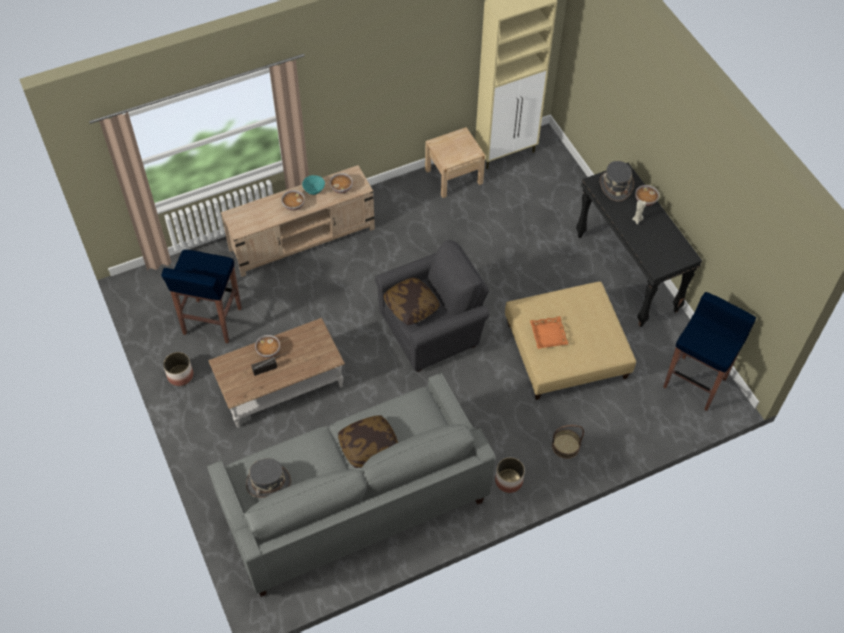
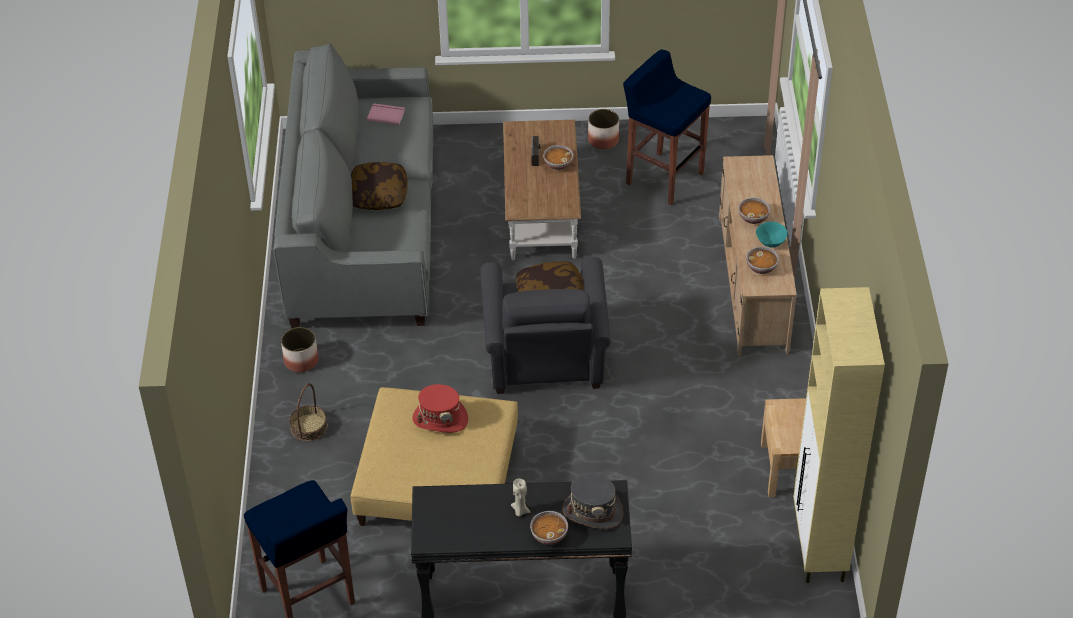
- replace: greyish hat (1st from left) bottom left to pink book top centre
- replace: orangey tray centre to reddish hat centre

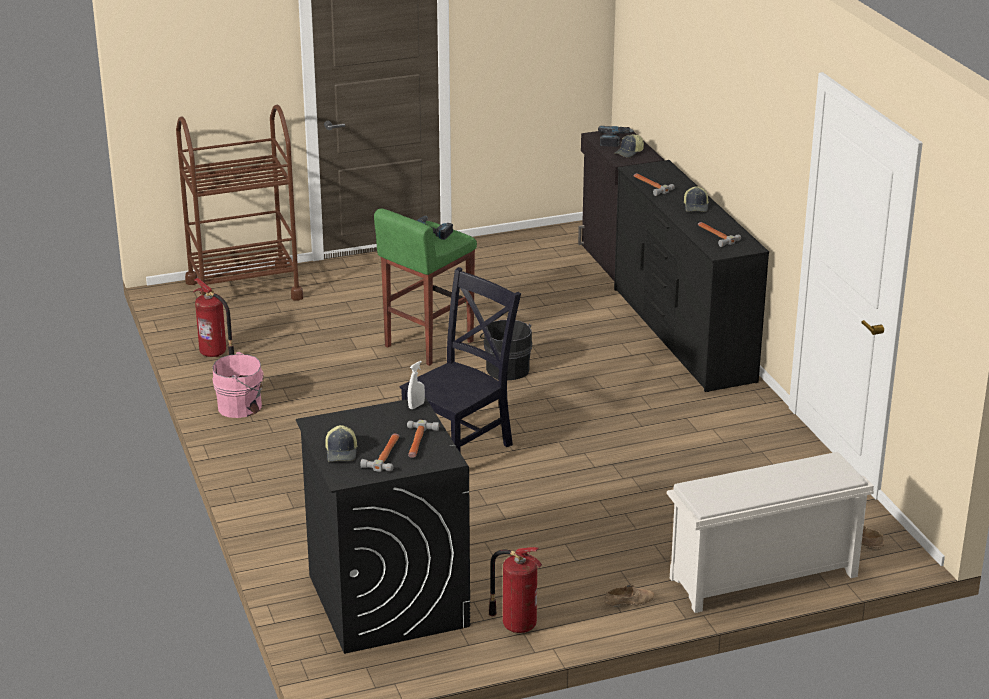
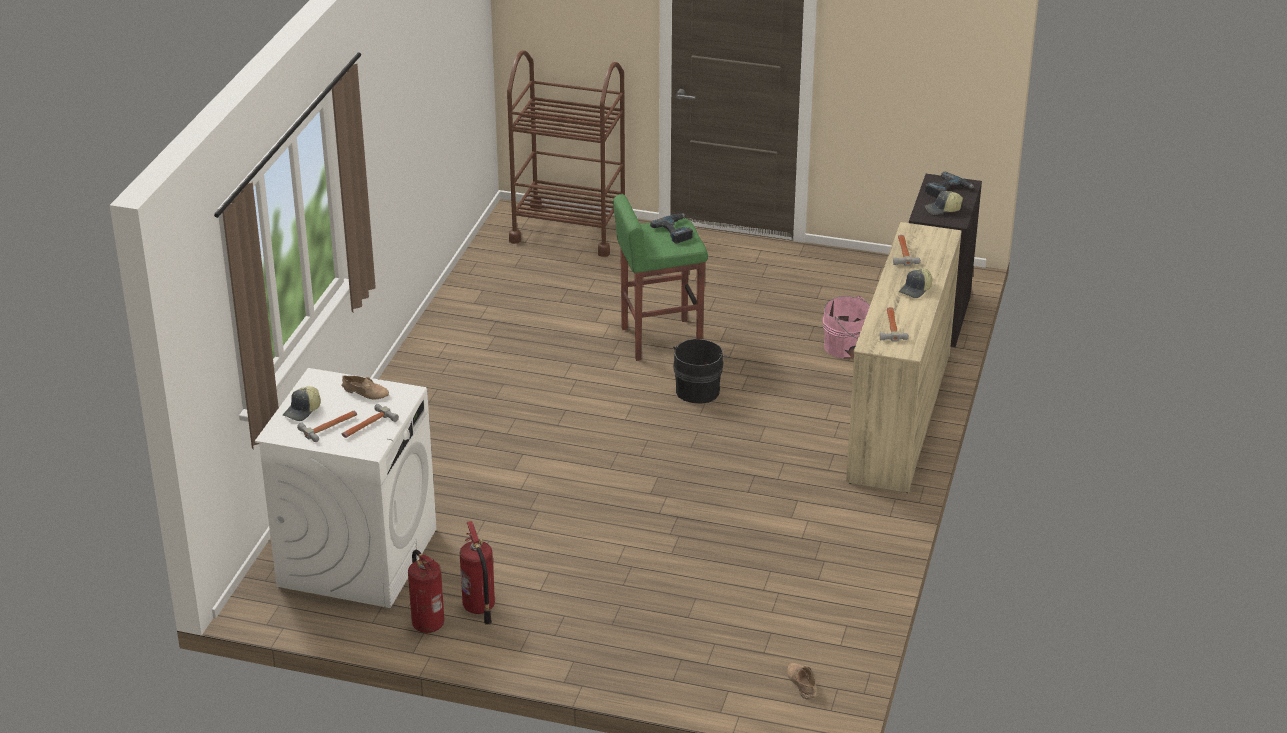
- recolor: blackish laundry machine bottom centre to white-coloured laundry machine middle left
- move: beige item of footwear (1st from left) bottom centre to middle left
- move: fire extinguisher (1st from left in the first image) middle left to fire extinguisher (2nd from left) bottom centre
- move: pink water bucket middle left to centre
- recolor: blackish chest of drawers middle right to beige chest of drawers middle right
- delete: blackish chair centre
- delete: white-coloured sprayer centre
- delete: white-coloured shoe stand bottom right

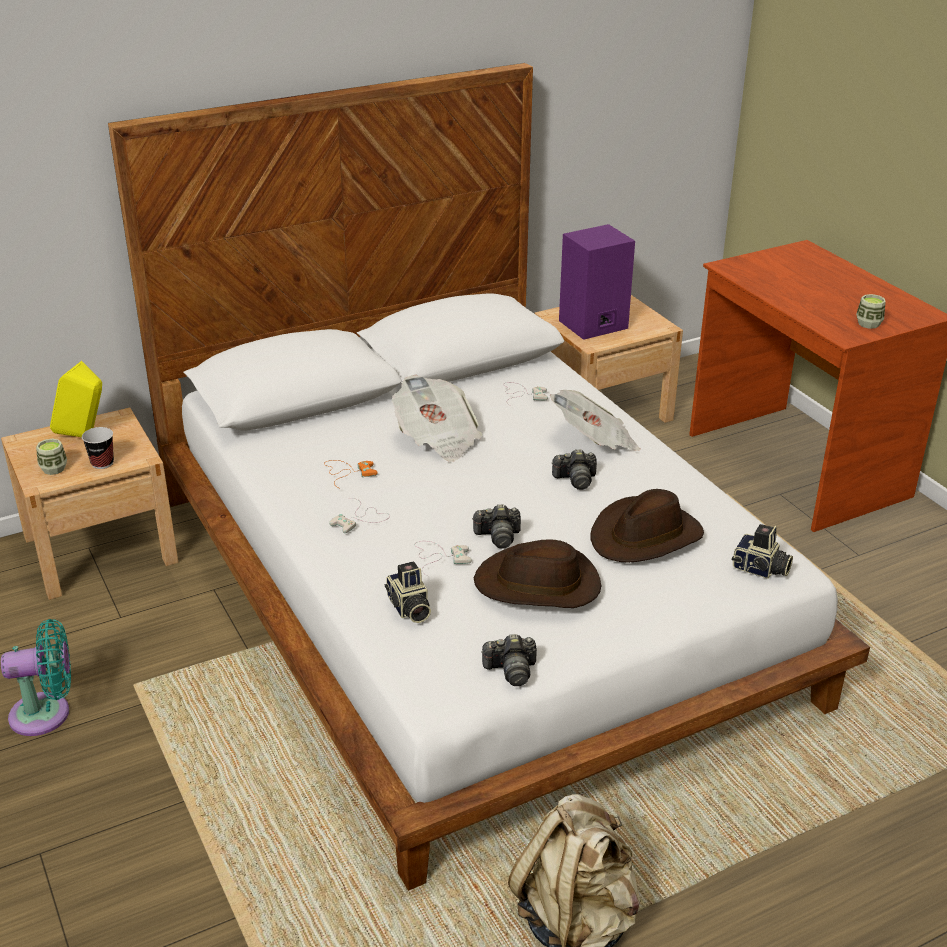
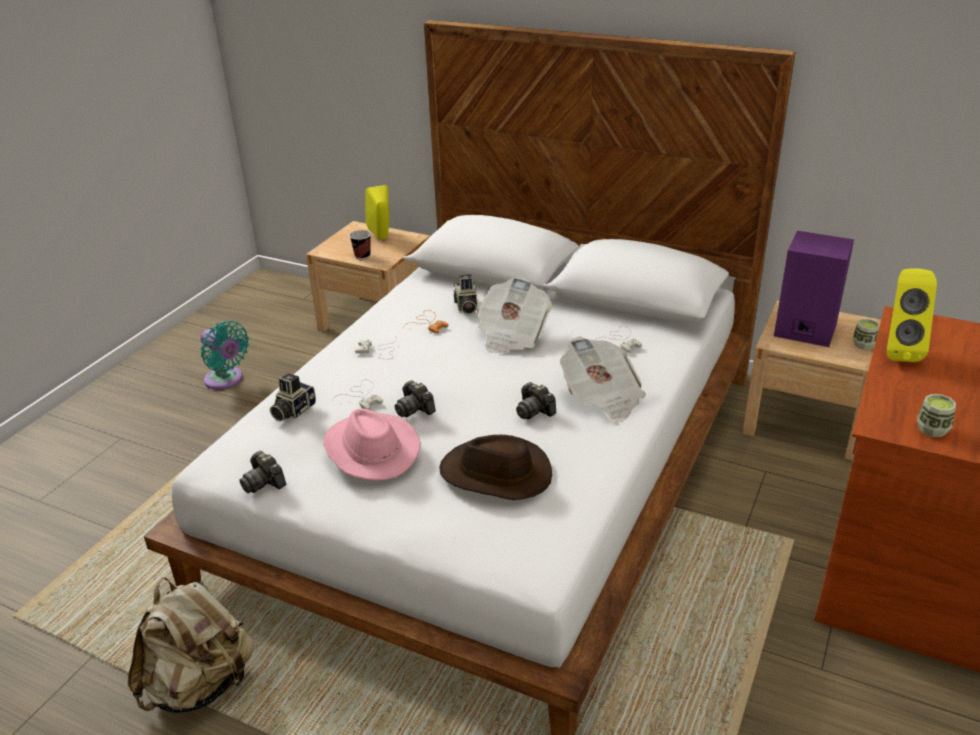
- recolor: brown-coloured hat (1st from left) centre to pink hat centre
- move: photo camera (5th from left in the first image) middle right to photo camera (4th from left) centre
- move: cup (1st from left in the first image) middle left to cup (2nd from left) middle right
- insert: yellowish loudspeaker (2nd from left) middle right

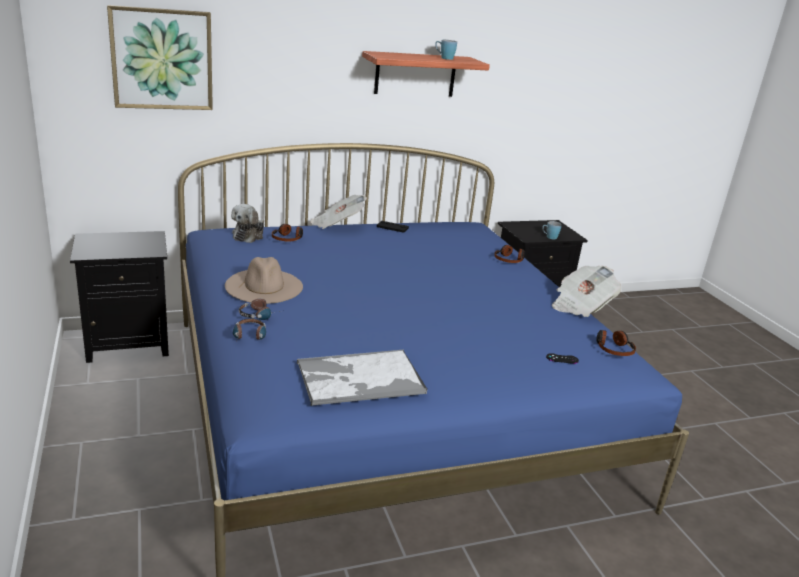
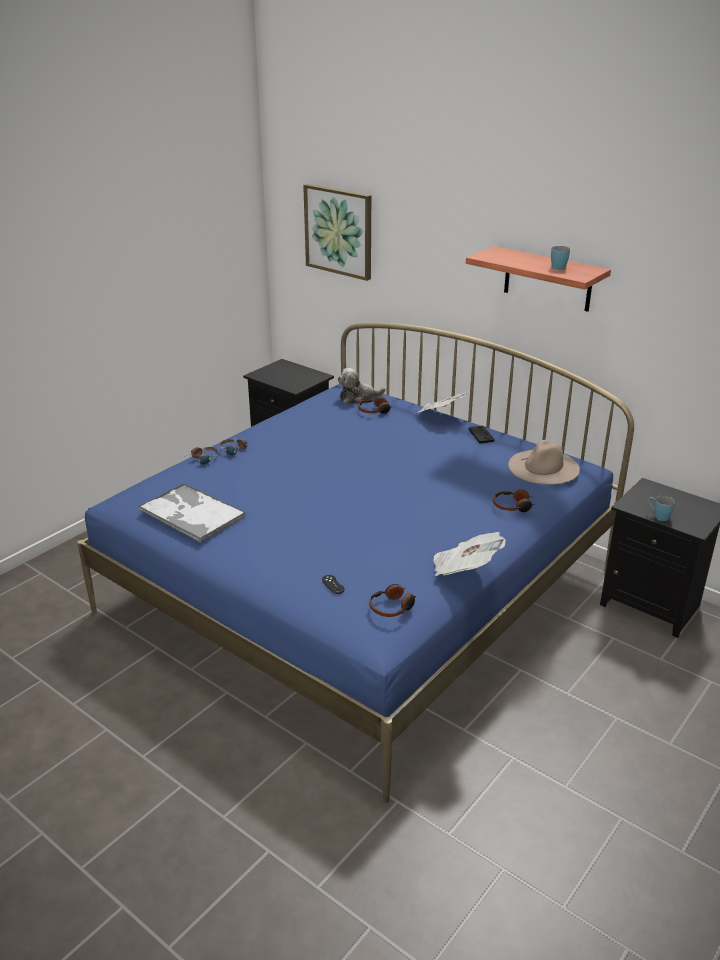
- move: beige hat middle left to middle right

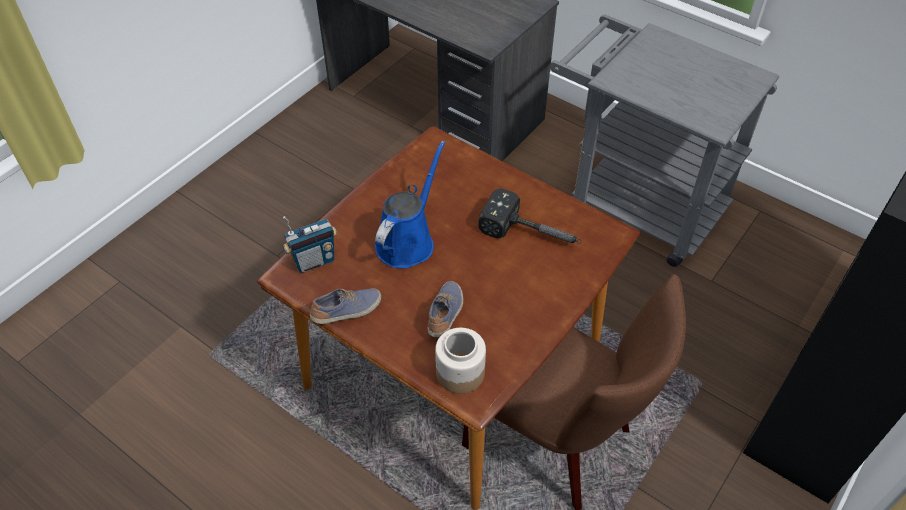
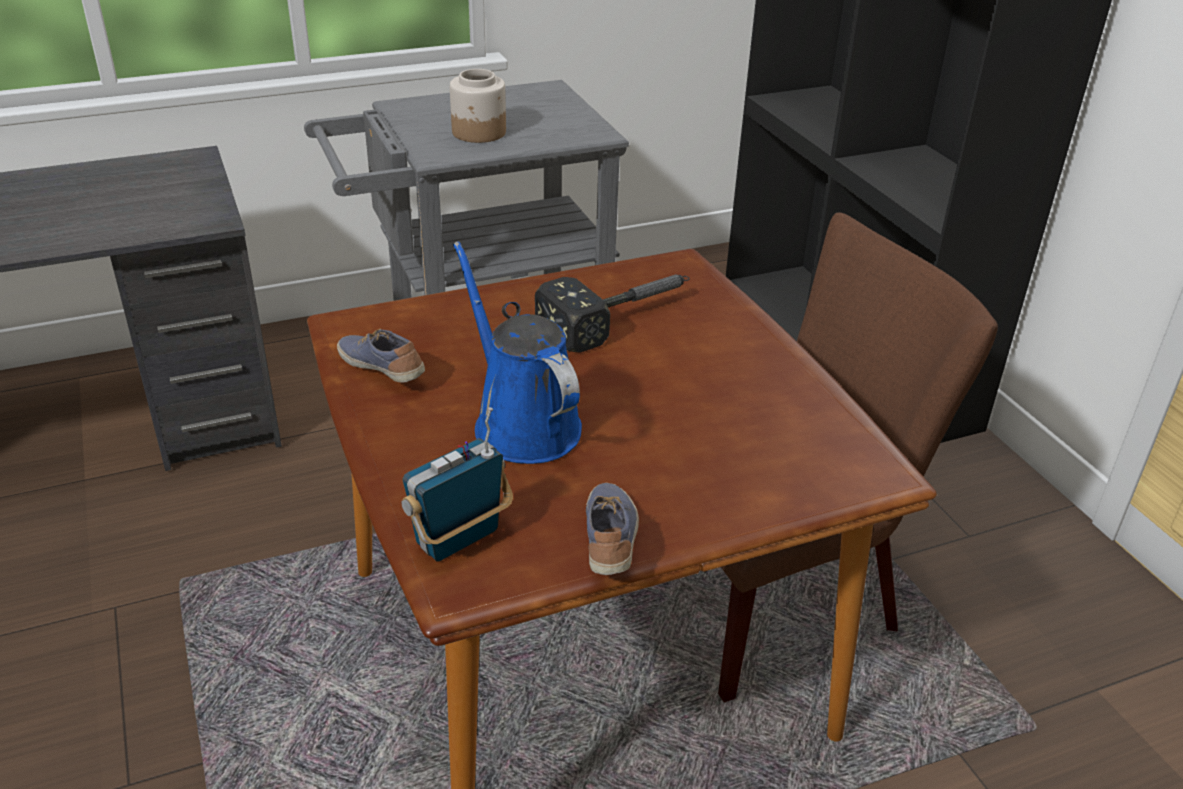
- move: item of footwear (2nd from left in the first image) centre to item of footwear (1st from left) middle left
- rotate: radio centre = centre 135 degrees counterclockwise
- move: jar bottom centre to top centre

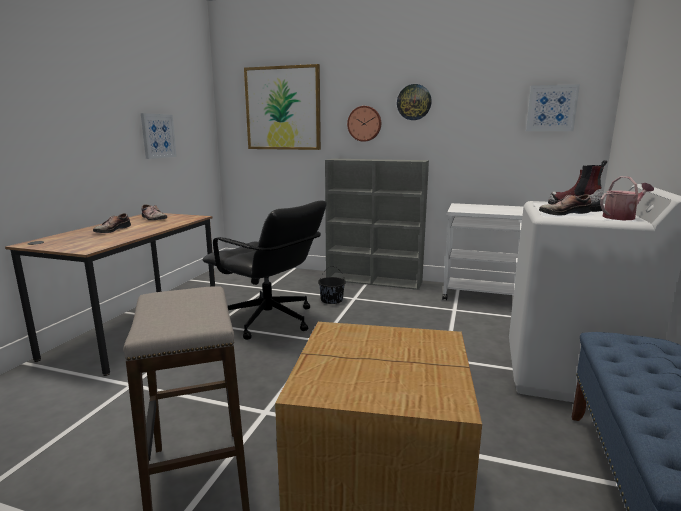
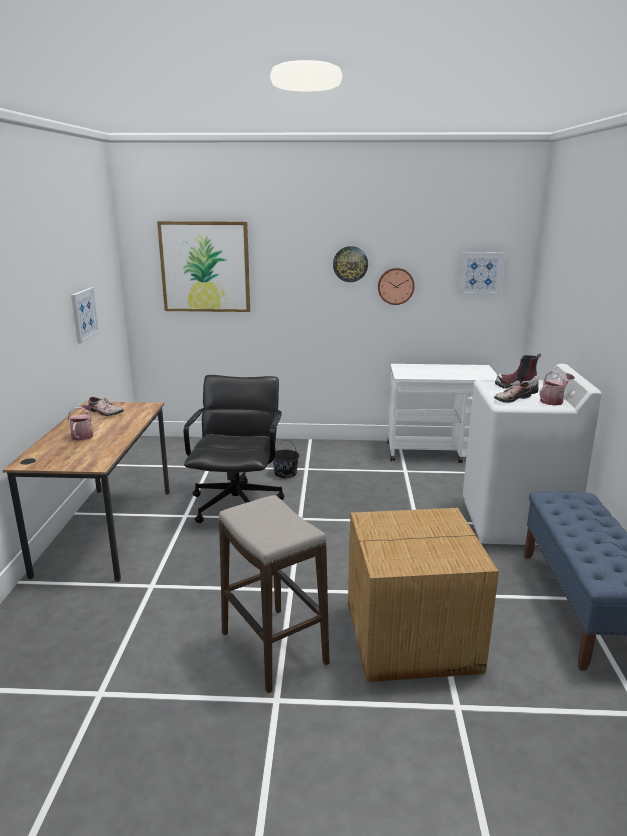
- replace: item of footwear (1st from left) middle left to sprinkling can (1st from left) middle left
- rotate: blackish office chair centre = centre 105 degrees counterclockwise
- move: wall clock (1st from left in the first image) top centre to wall clock (2nd from left) centre
- delete: greyish bookshelf centre

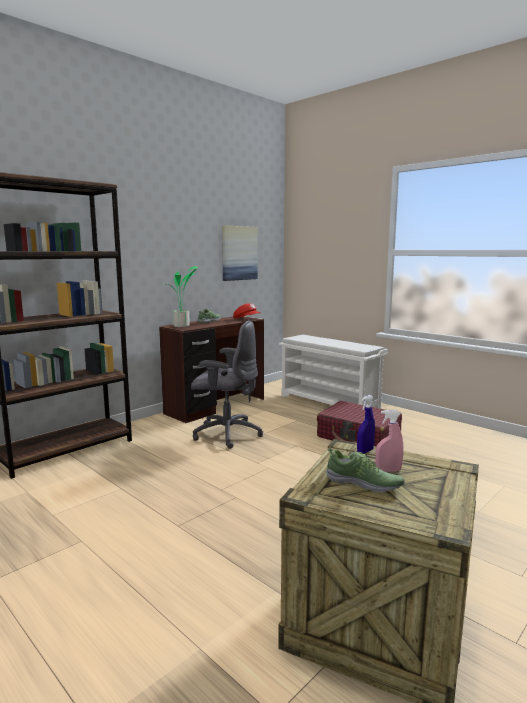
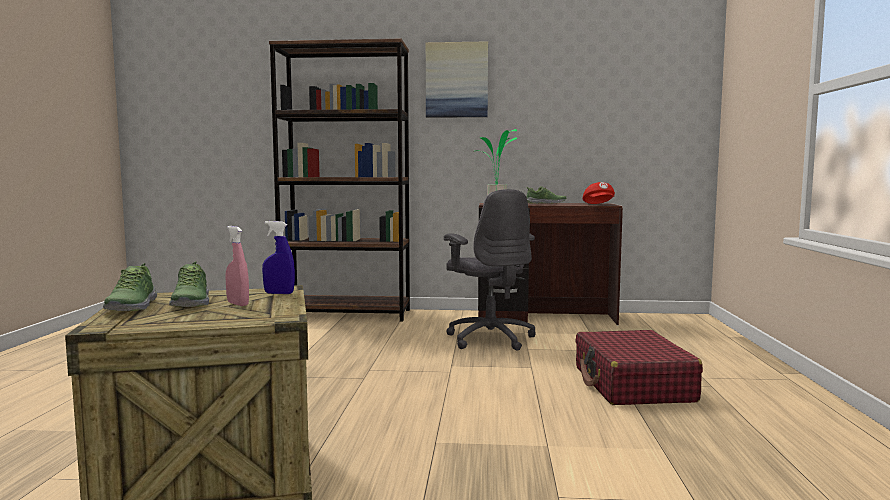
- insert: item of footwear (1st from left) middle left
- move: wall picture centre to top centre
- delete: white-coloured shoe stand centre

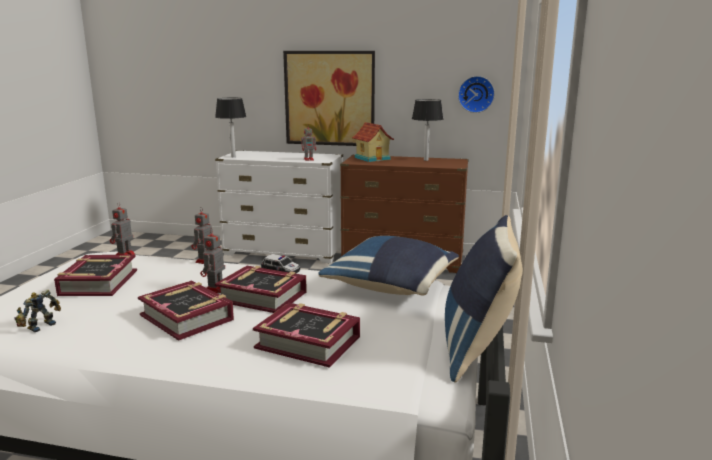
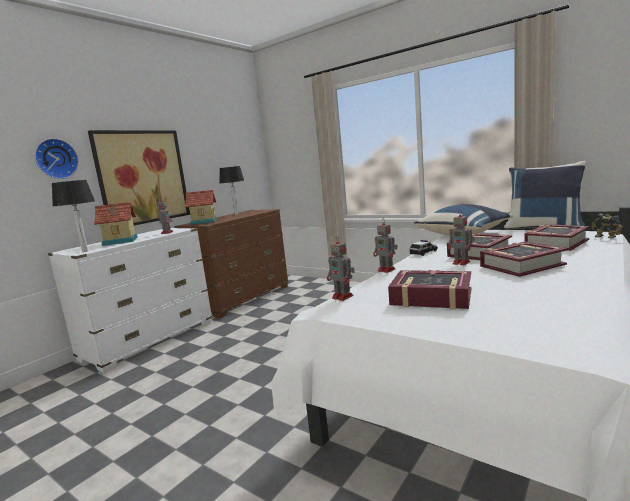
- move: wall clock top right to top left
- insert: model house (1st from left) middle left
- move: model robot (1st from left in the first image) bottom left to model robot (5th from left) middle right

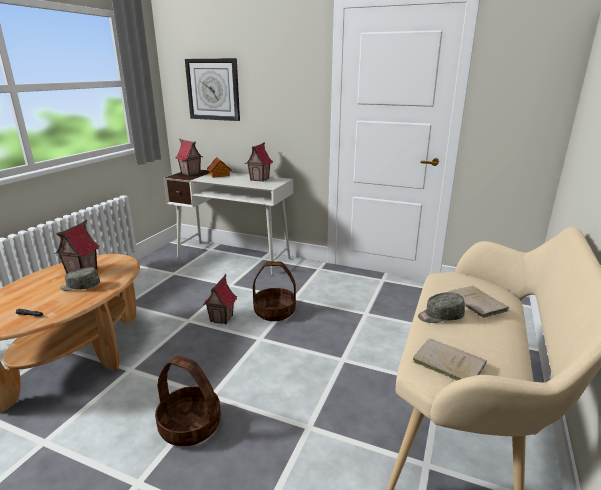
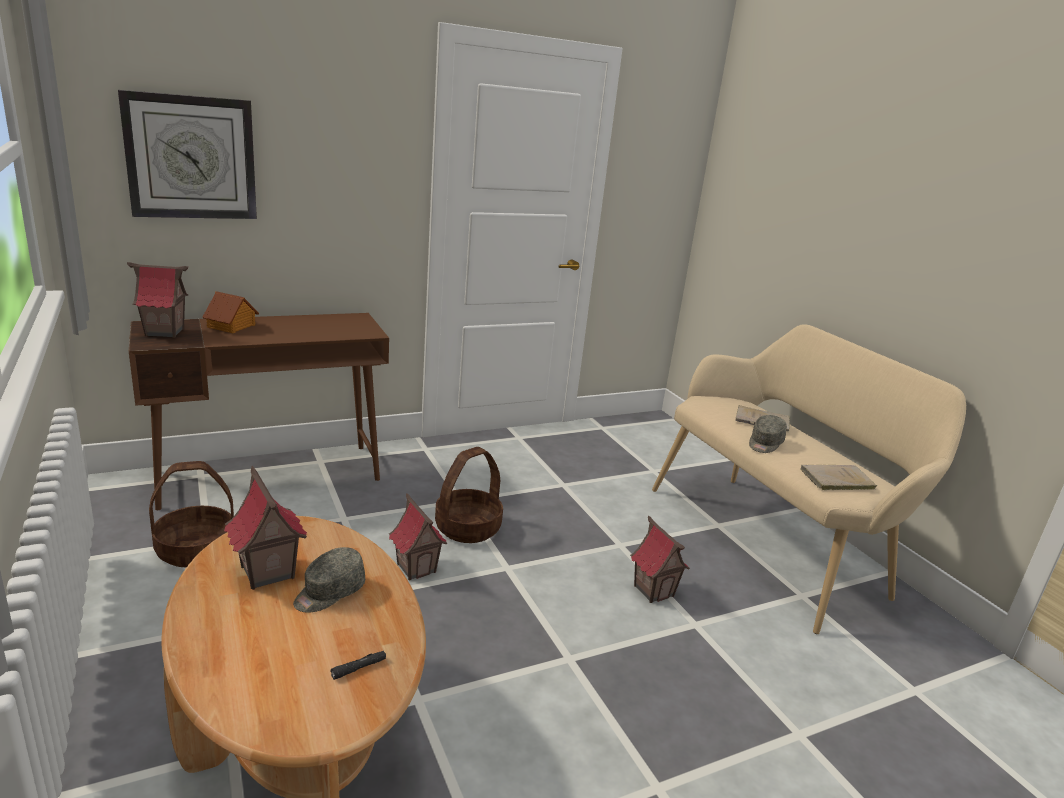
- recolor: white-coloured desk unit centre to brown-coloured desk unit middle left
- move: basket (1st from left) bottom left to middle left
- move: model house (5th from left) top centre to bottom centre

